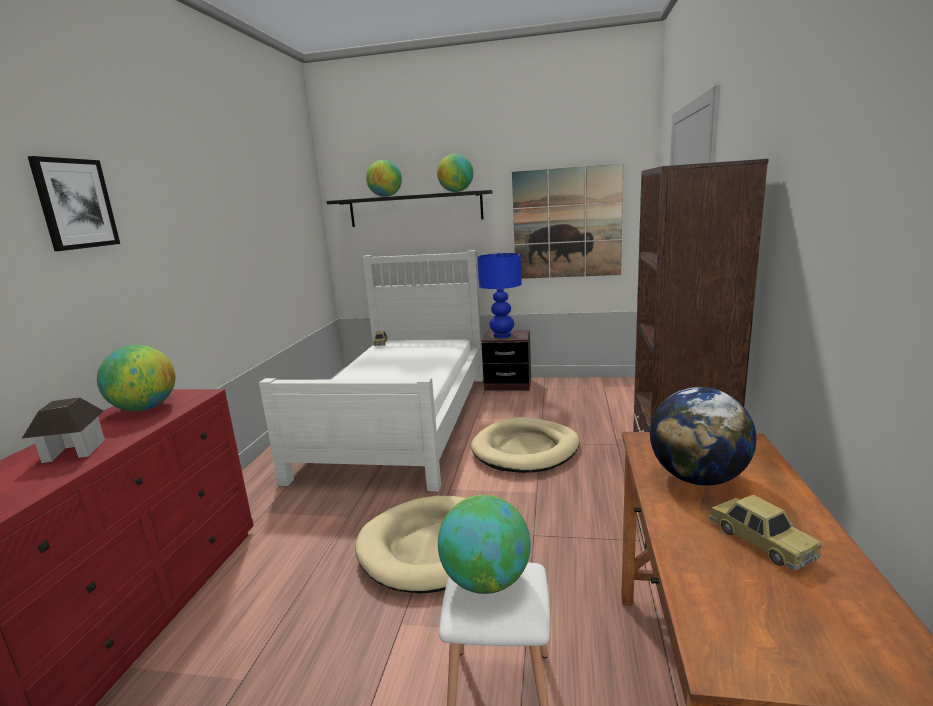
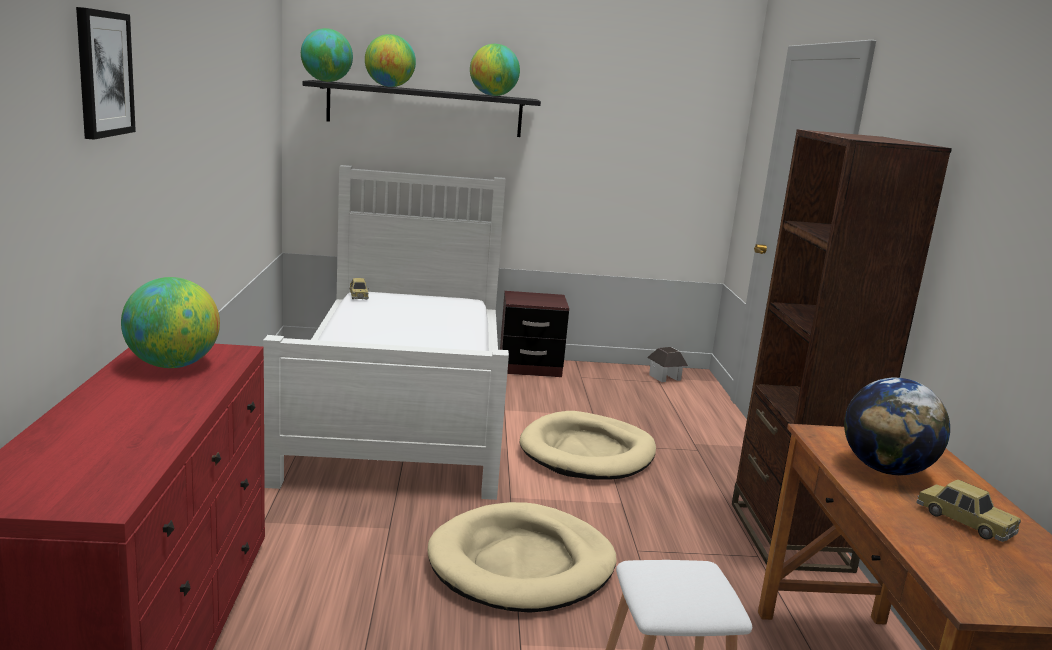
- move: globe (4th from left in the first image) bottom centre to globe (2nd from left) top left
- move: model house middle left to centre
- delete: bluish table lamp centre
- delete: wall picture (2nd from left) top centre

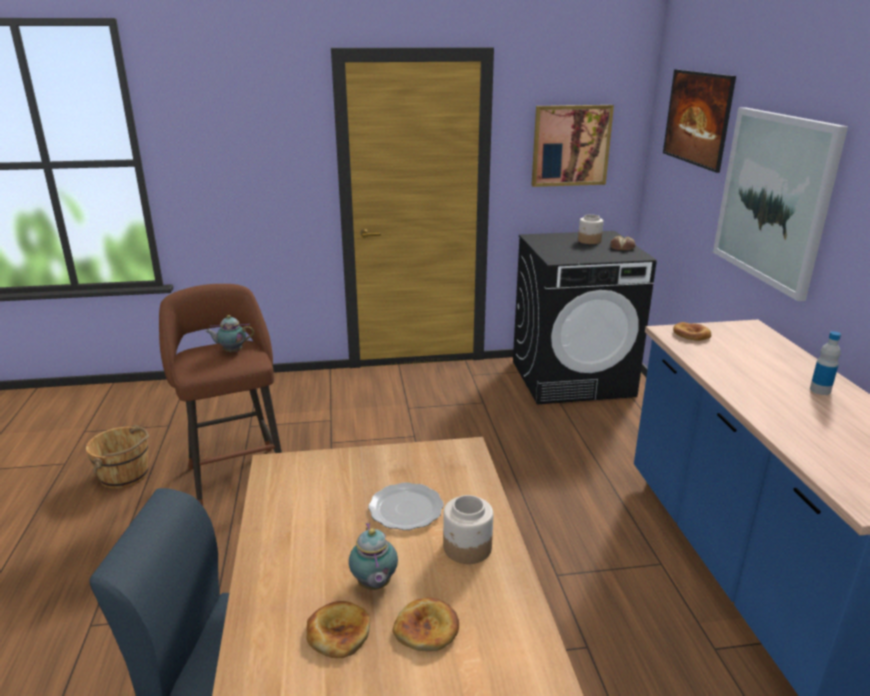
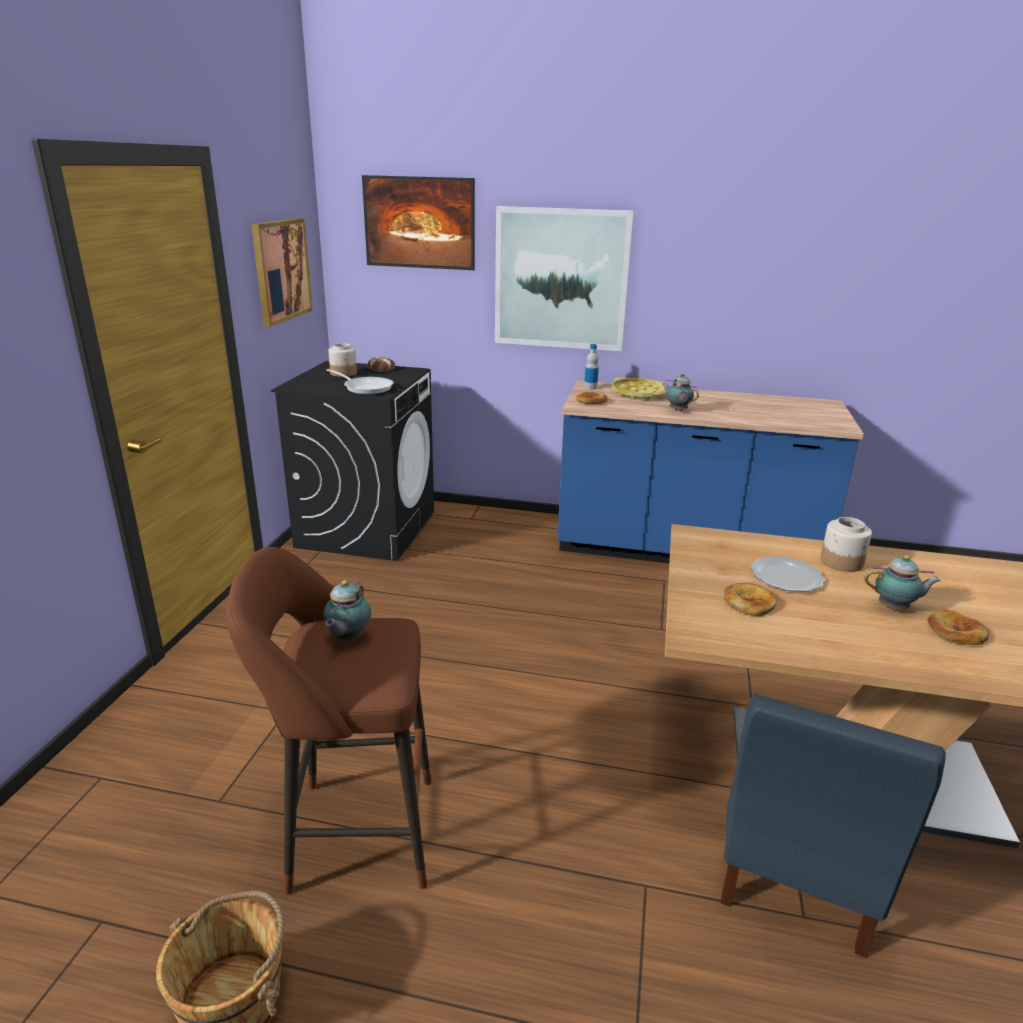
- insert: pan centre
- move: bottle middle right to centre
- insert: yellowish tray centre
- insert: tea pot (2nd from left) centre
- move: bread (2nd from left in the first image) bottom centre to bread (3rd from left) middle right

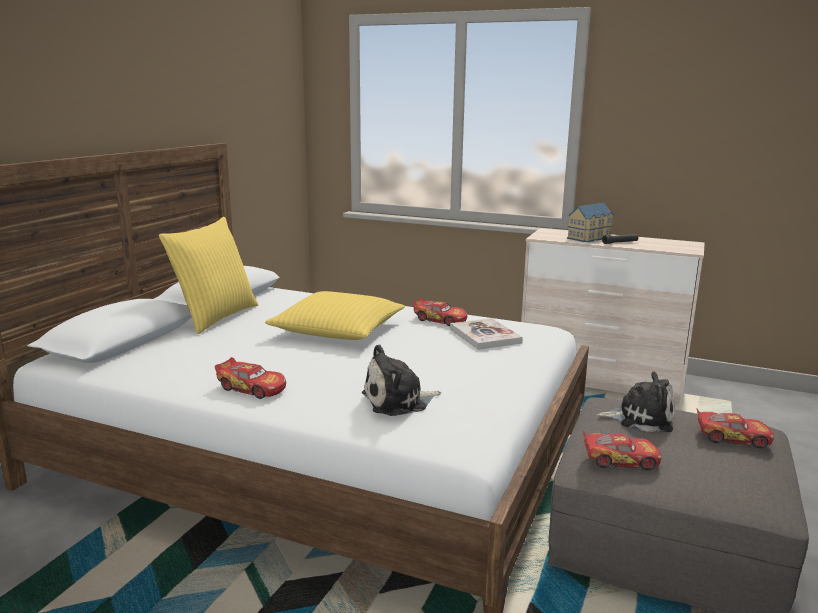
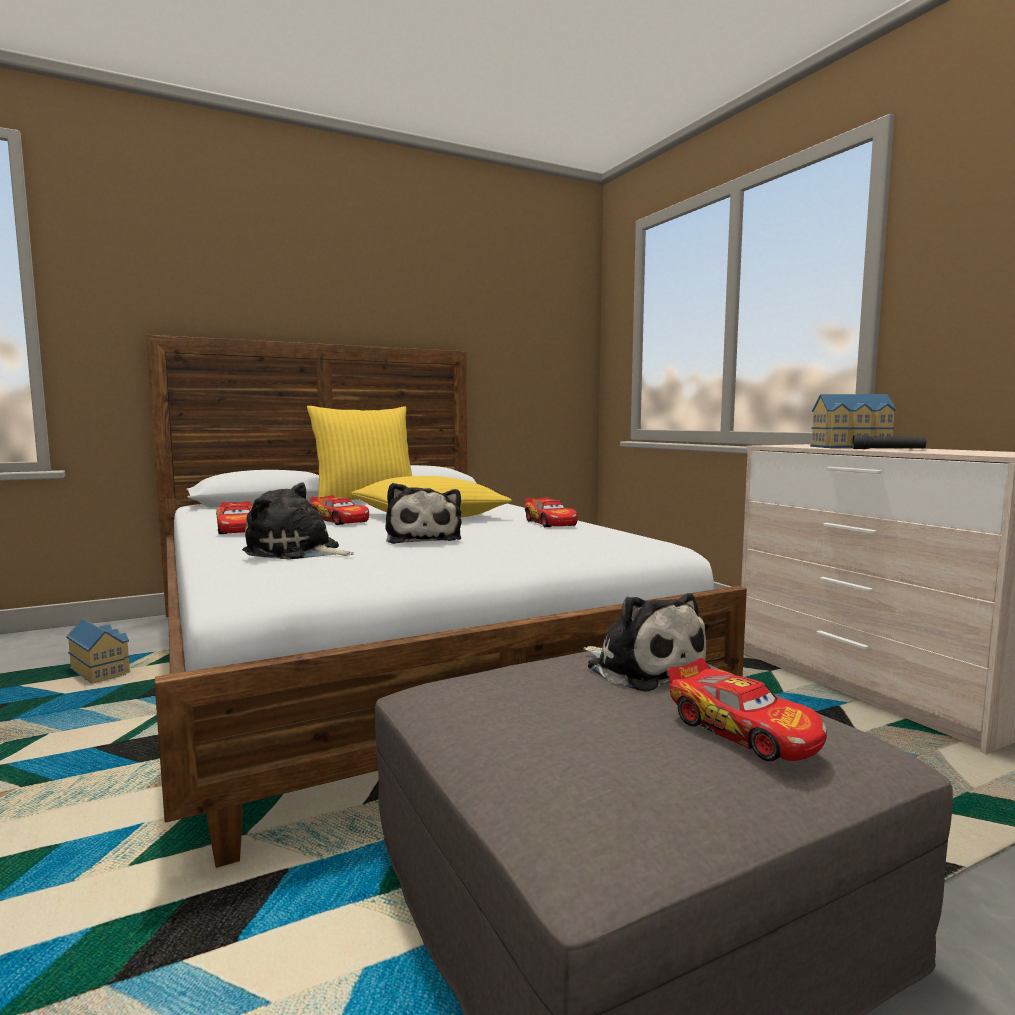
- insert: model house (1st from left) middle left
- move: model car (3rd from left in the first image) bottom right to model car (2nd from left) centre
- insert: cuddly toy (2nd from left) centre
- delete: book centre

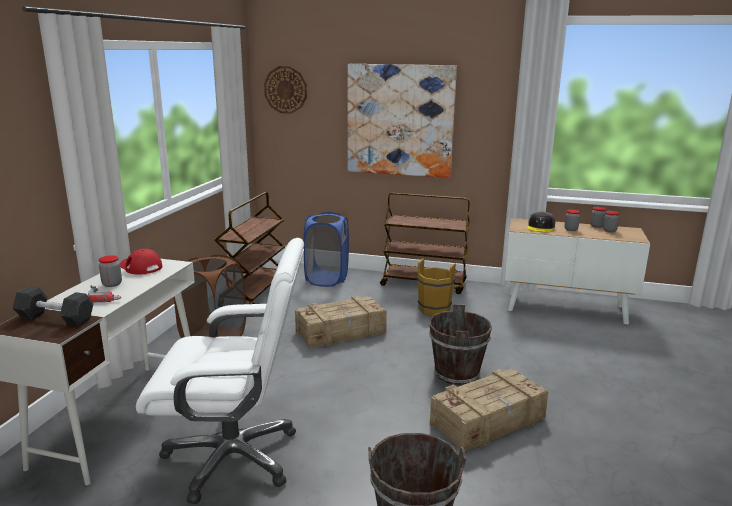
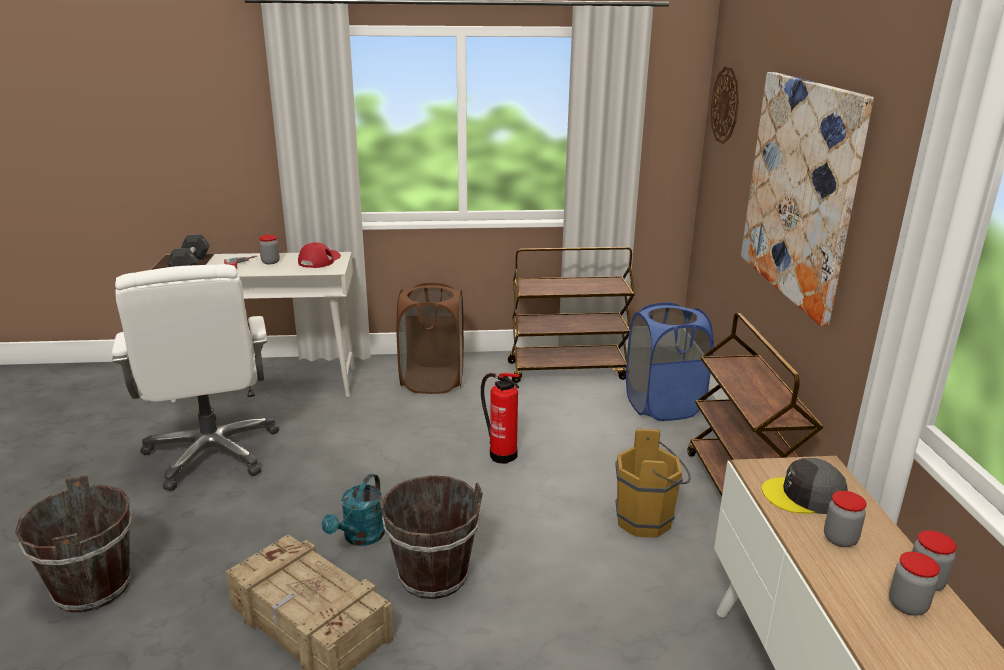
- insert: turquoise sprinkling can bottom centre
- replace: packing crate (1st from left) centre to fire extinguisher centre

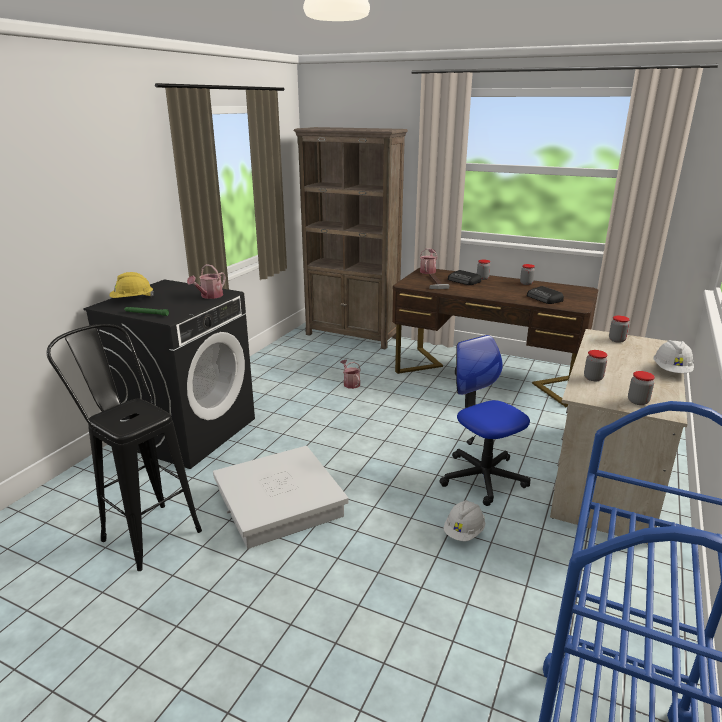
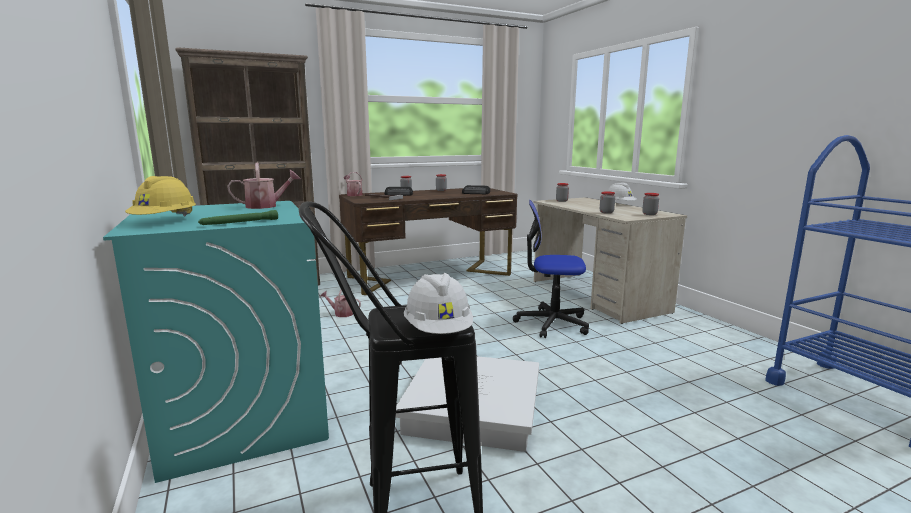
- recolor: blackish laundry machine middle left to turquoise laundry machine bottom left
- rotate: sprinkling can (1st from left) middle left = middle left 90 degrees counterclockwise
- move: white-coloured hard hat (1st from left) bottom centre to centre

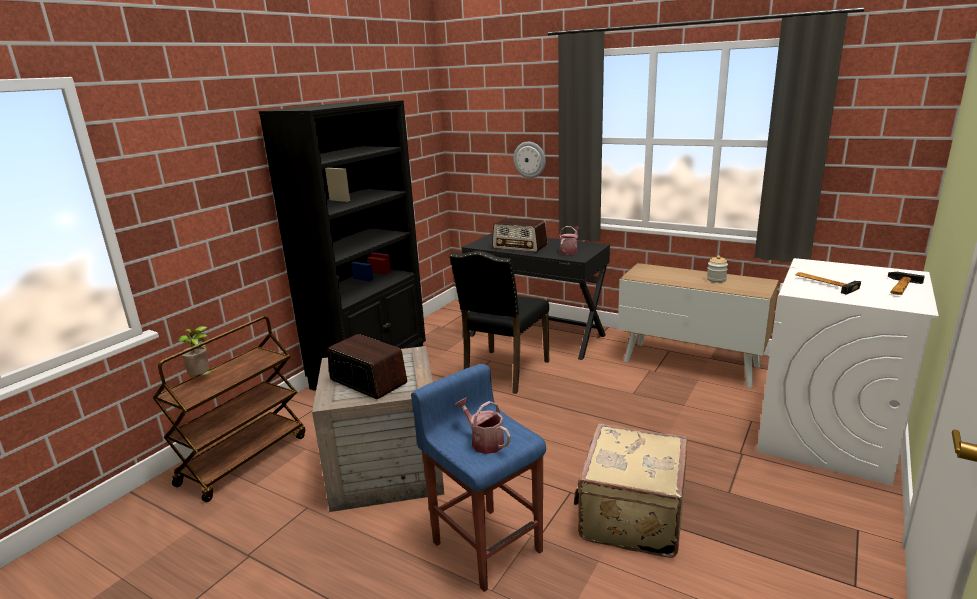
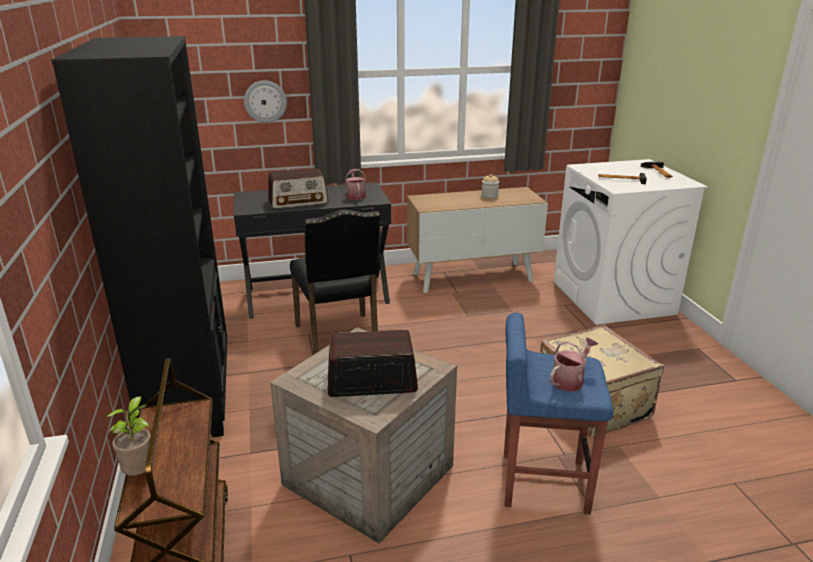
- rotate: sprinkling can (1st from left in the first image) bottom centre = middle right 135 degrees clockwise

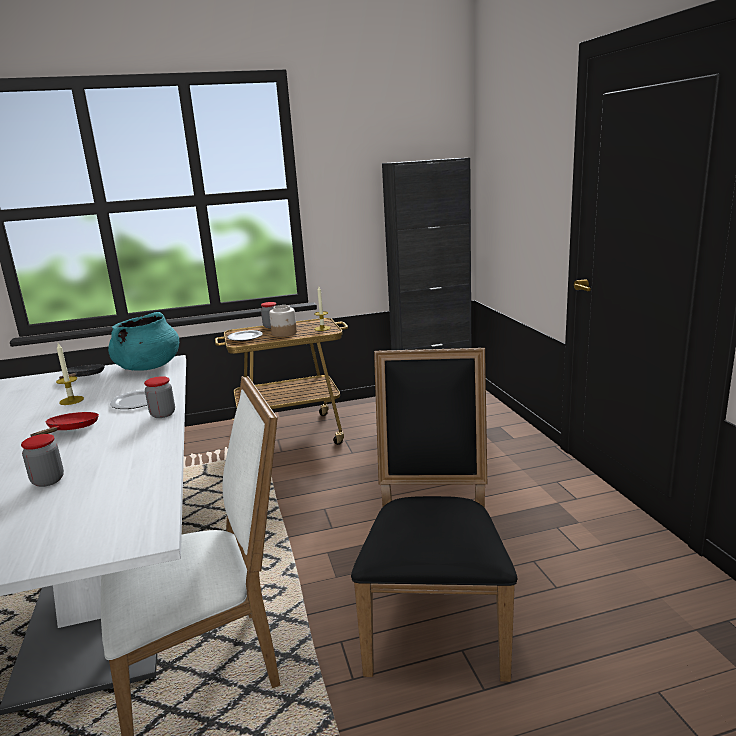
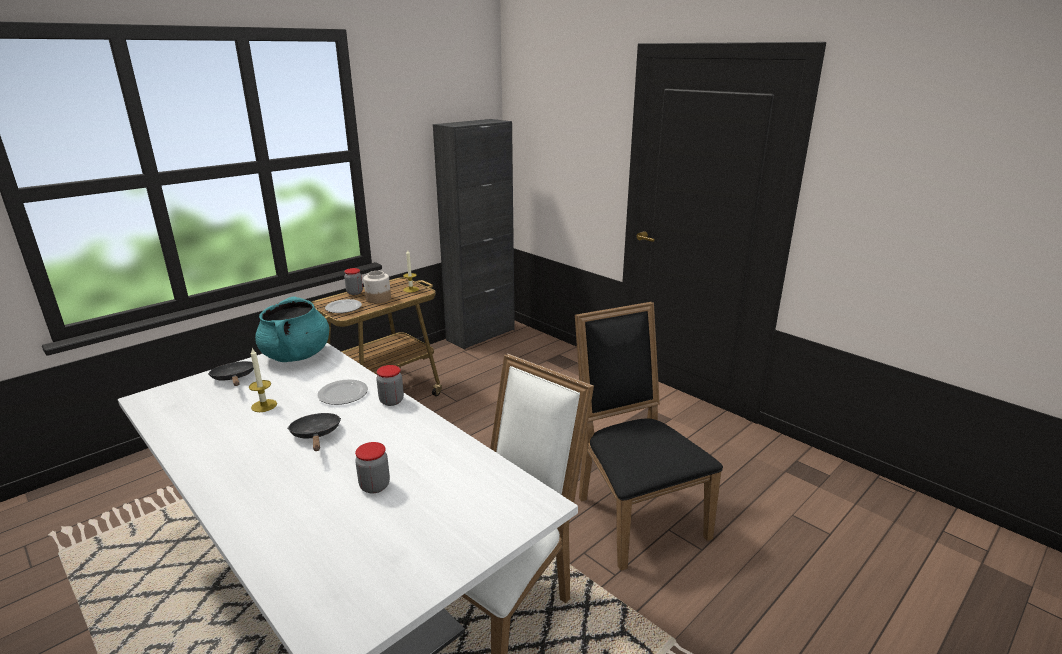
- recolor: reddish pan middle left to blackish pan (2nd from left) middle left

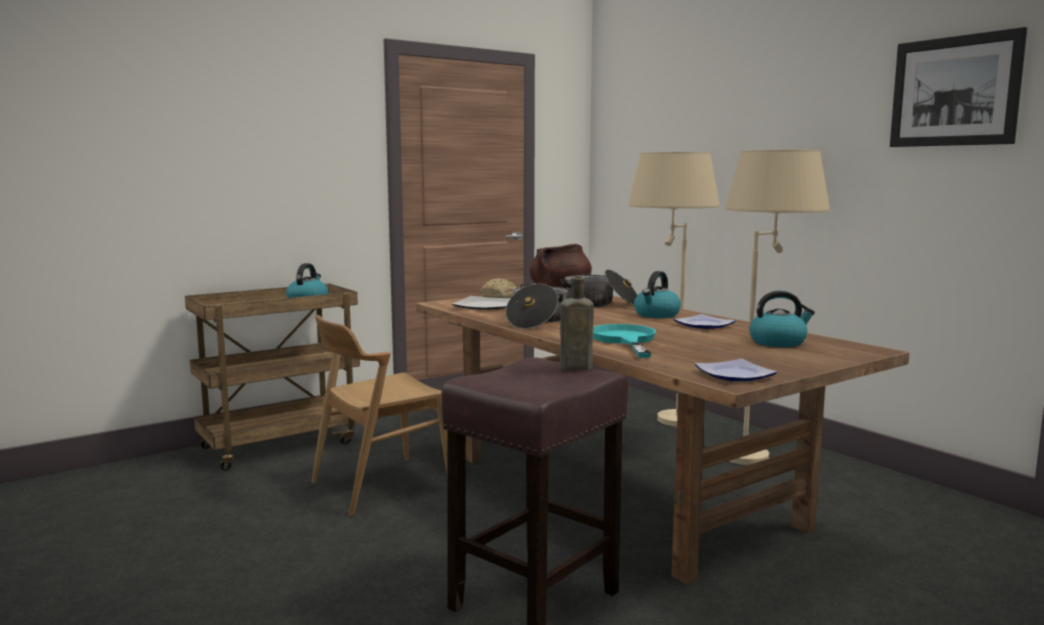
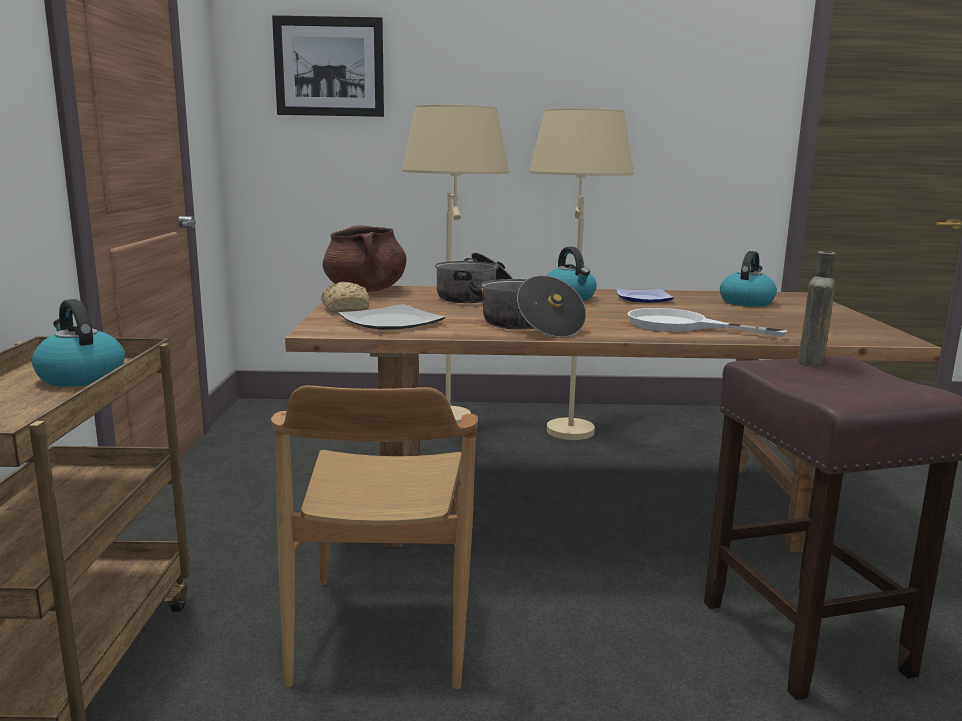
- move: wall picture top right to top centre
- recolor: turquoise pan centre to white-coloured pan middle right
- delete: dinner plate (3rd from left) middle right

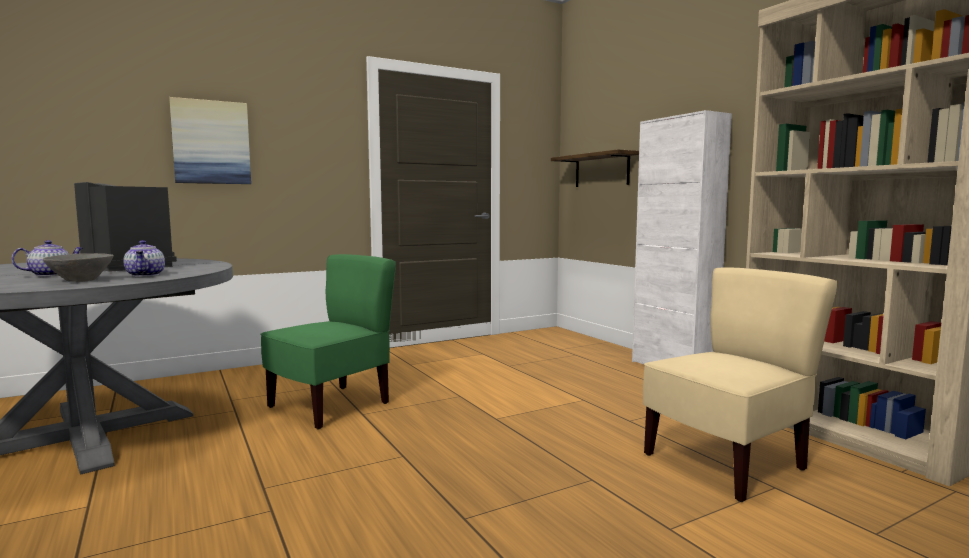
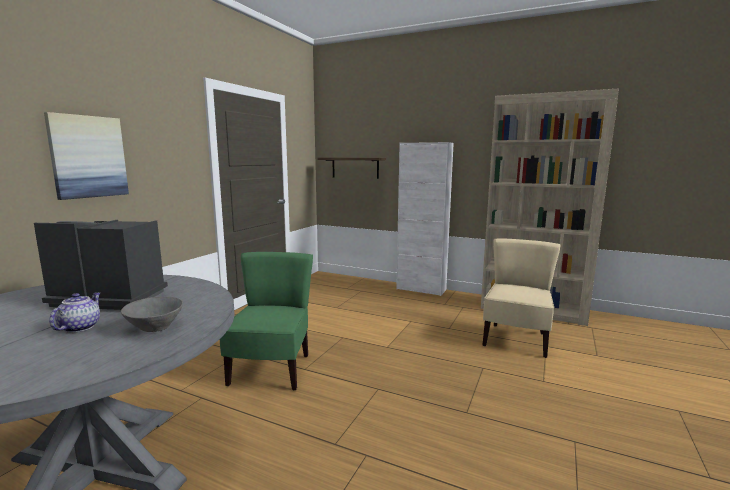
- delete: tea pot (2nd from left) middle left

